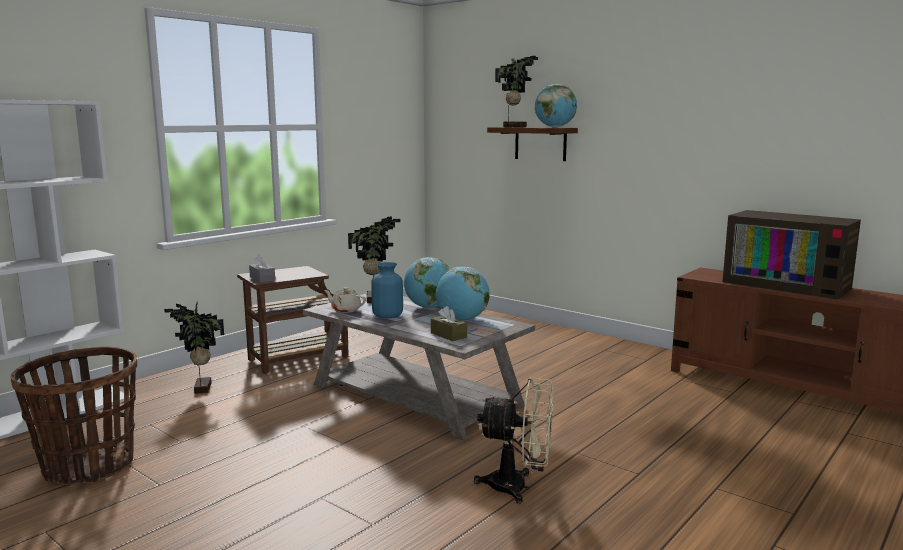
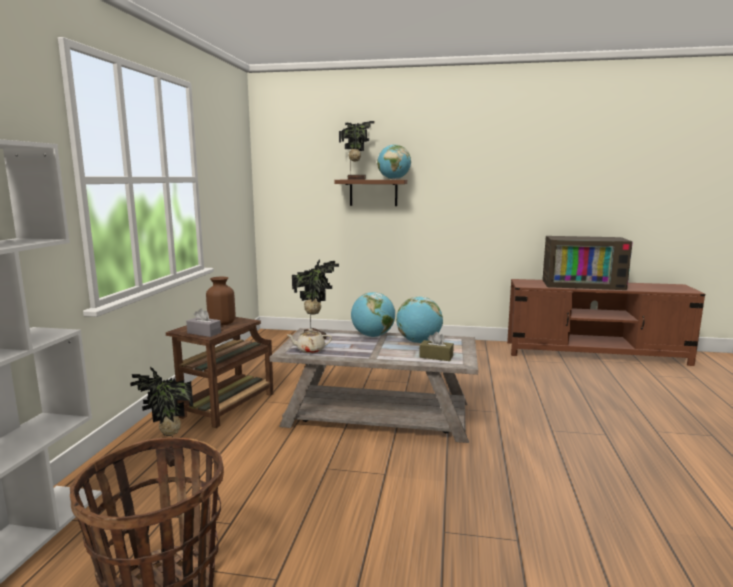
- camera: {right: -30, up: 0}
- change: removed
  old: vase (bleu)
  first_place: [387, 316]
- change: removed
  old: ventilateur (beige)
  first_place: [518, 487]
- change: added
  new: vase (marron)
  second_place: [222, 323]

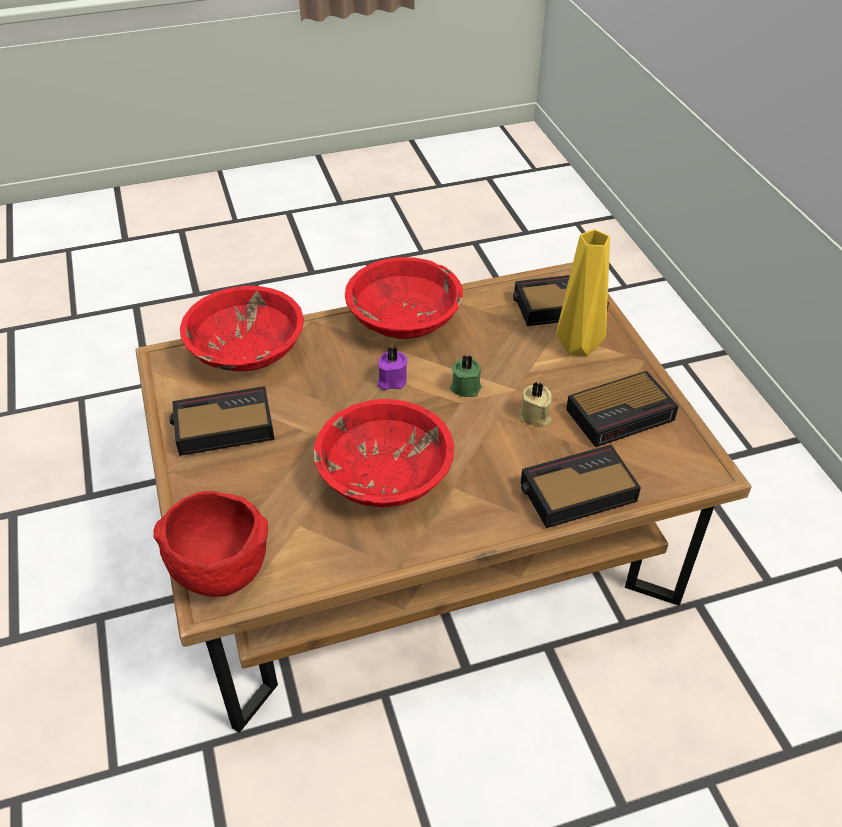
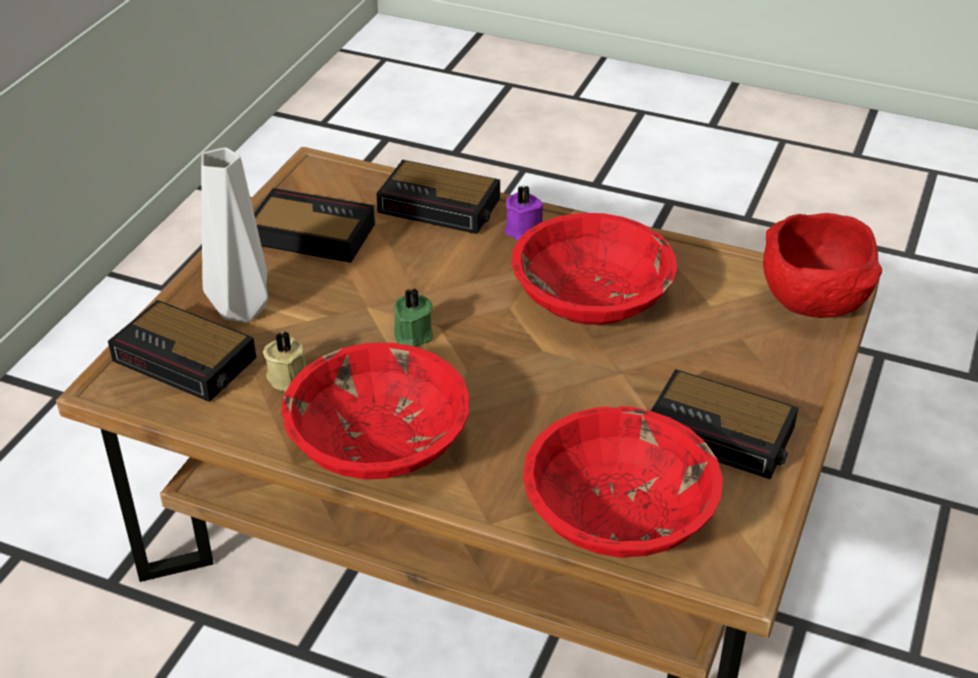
- camera: {right: -140, up: -5}
- change: moved
  old: bougie (violet)
  first_place: [391, 380]
  second_place: [525, 230]
- change: moved
  old: bougie (beige)
  first_place: [535, 416]
  second_place: [289, 377]
- change: recoloured
  old: vase (jaune)
  new: vase (gris)
  first_place: [579, 346]
  second_place: [239, 310]

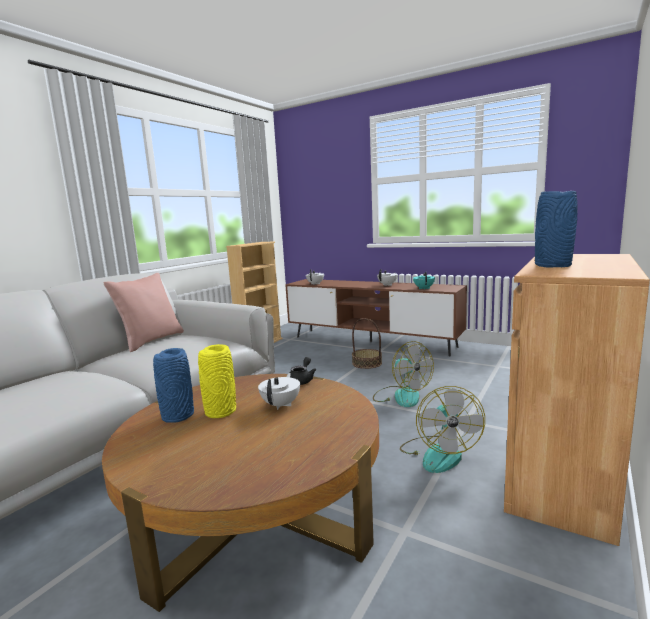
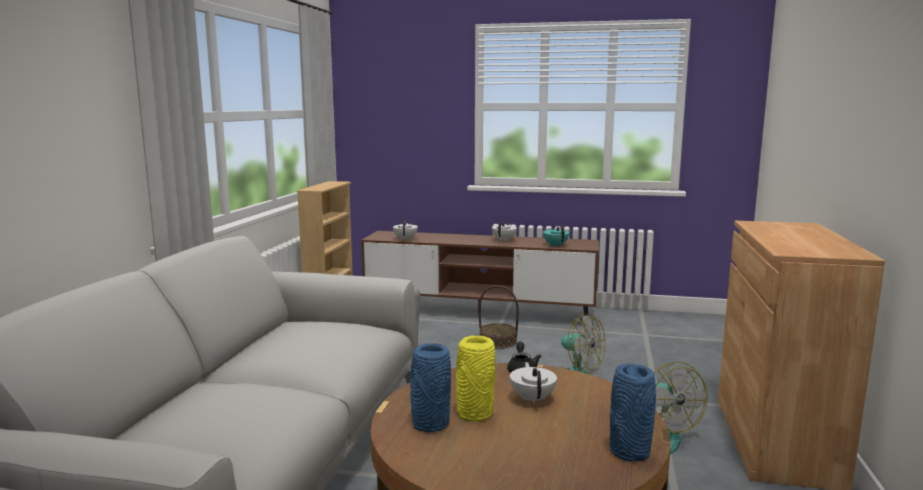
- camera: {right: -20, up: 0}
- change: removed
  old: coussin (rose)
  first_place: [151, 341]
- change: moved
  old: vase (bleu)
  first_place: [552, 265]
  second_place: [629, 452]

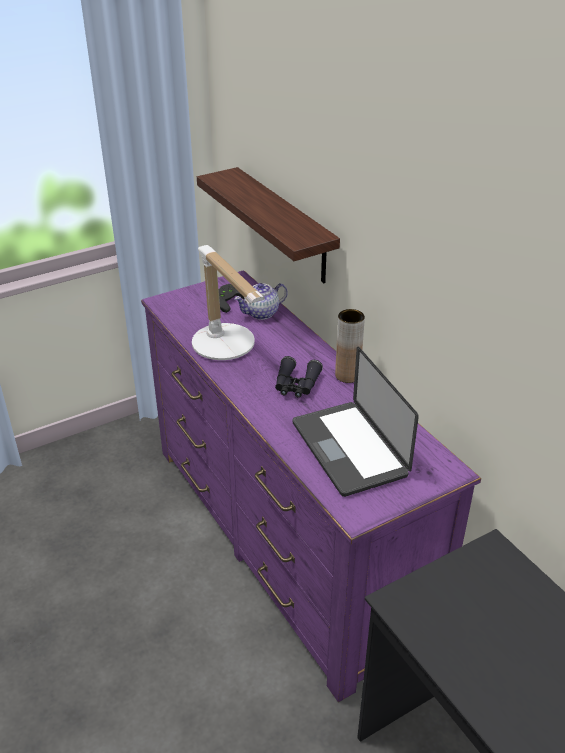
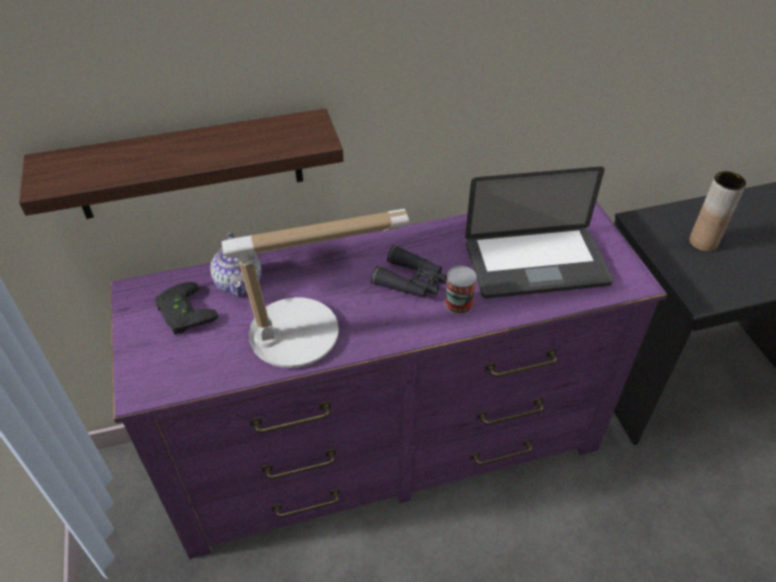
- camera: {right: -75, up: 10}
- change: added
  new: boîte métallique
  second_place: [458, 303]
- change: moved
  old: vase (marron)
  first_place: [347, 375]
  second_place: [703, 242]

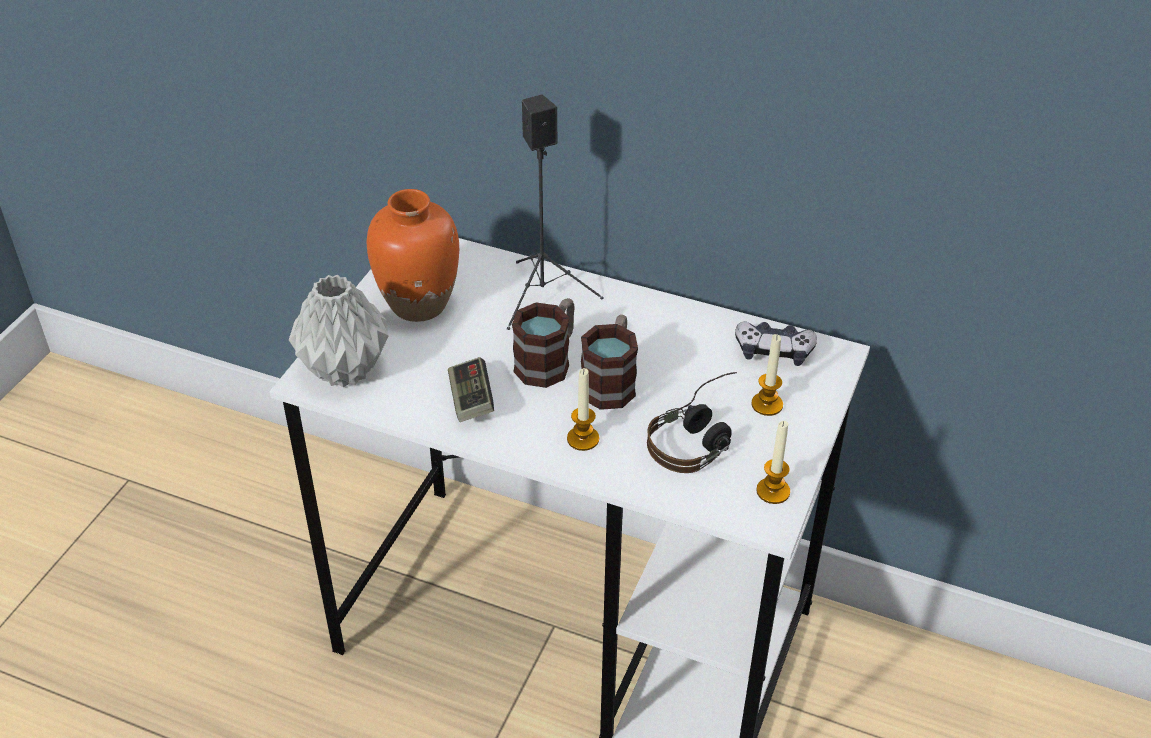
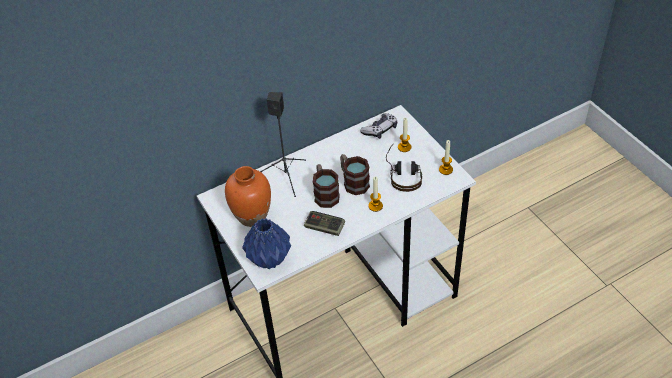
- camera: {right: -50, up: 5}
- change: recoloured
  old: vase (gris)
  new: vase (bleu)
  first_place: [346, 370]
  second_place: [269, 258]

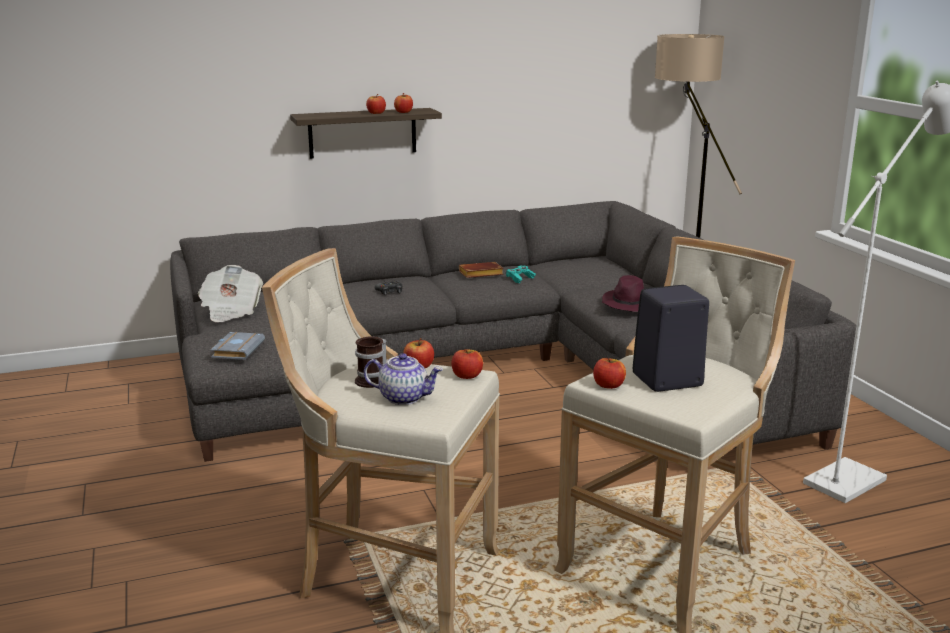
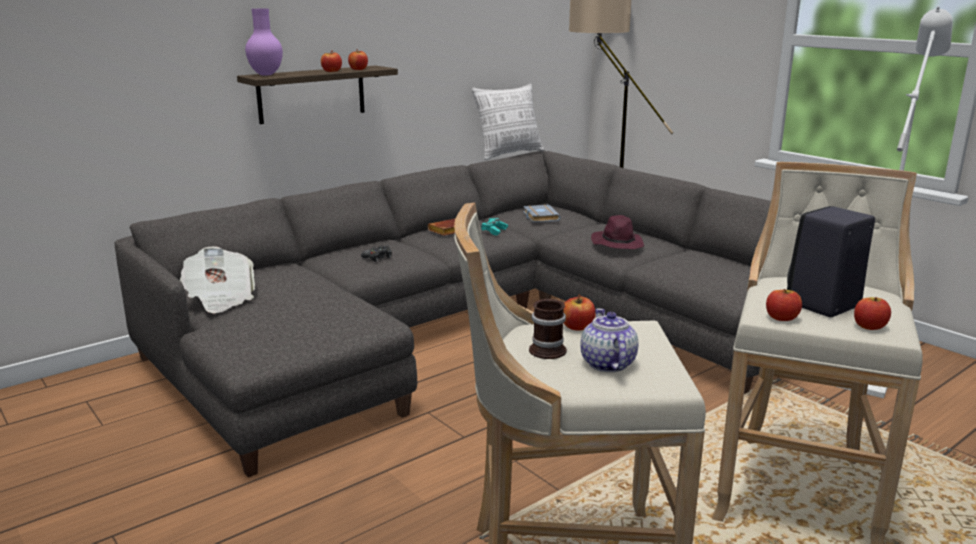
- camera: {right: -20, up: 0}
- change: added
  new: vase (violet)
  second_place: [266, 75]
- change: added
  new: coussin
  second_place: [509, 154]
- change: moved
  old: livre (gris)
  first_place: [237, 349]
  second_place: [539, 217]
- change: moved
  old: pomme
  first_place: [467, 376]
  second_place: [869, 326]
- change: turned
  old: théière
  first_place: [404, 397]
  second_place: [607, 363]
  degrees: -90

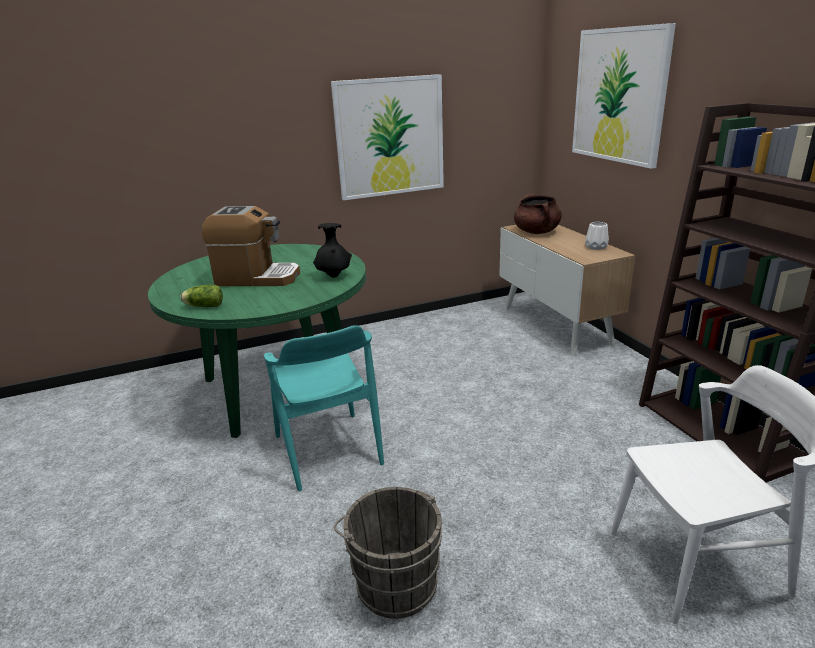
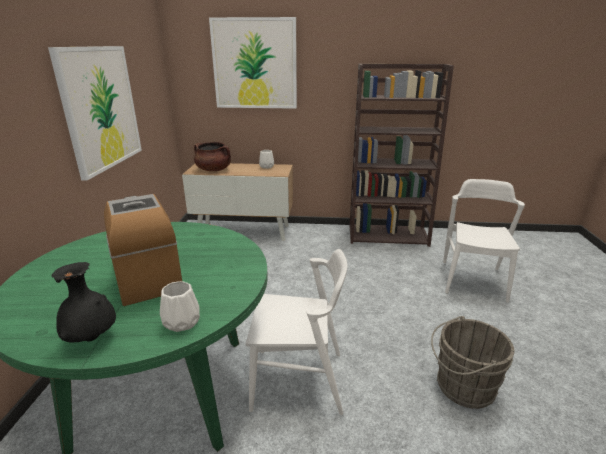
- camera: {right: -65, up: 0}
- change: moved
  old: vase (noir)
  first_place: [334, 276]
  second_place: [92, 338]
- change: replaced
  old: laitue
  new: vase (blanc)
  first_place: [203, 306]
  second_place: [183, 322]
- change: recoloured
  old: chaise (turquoise)
  new: chaise (blanc)
  first_place: [327, 450]
  second_place: [298, 380]
- change: turned
  old: machine à café
  first_place: [257, 278]
  second_place: [146, 276]
  degrees: -60

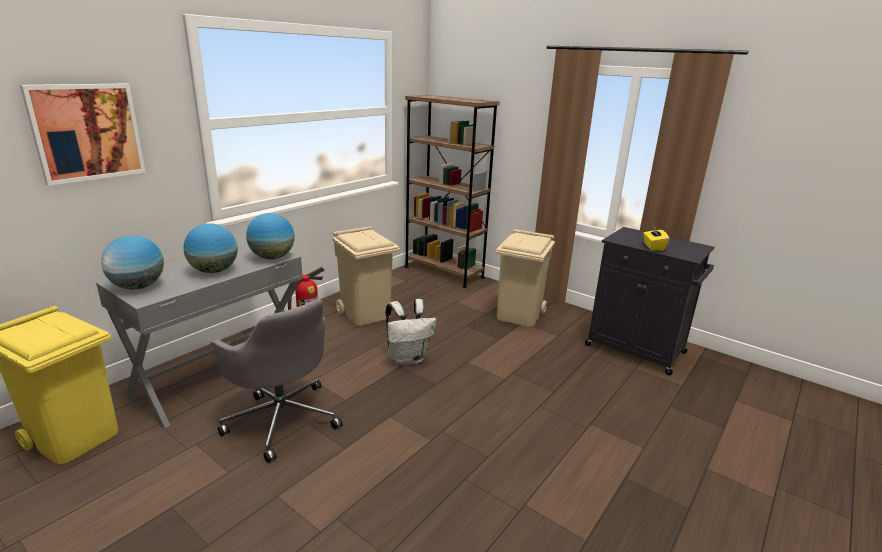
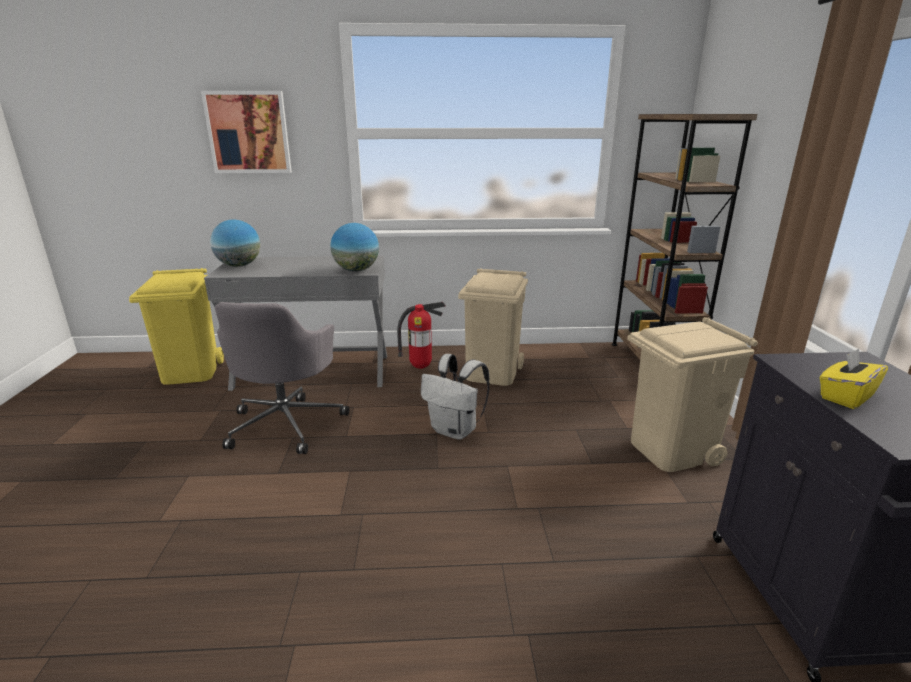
- camera: {right: 50, up: 0}
- change: removed
  old: globe
  first_place: [214, 271]

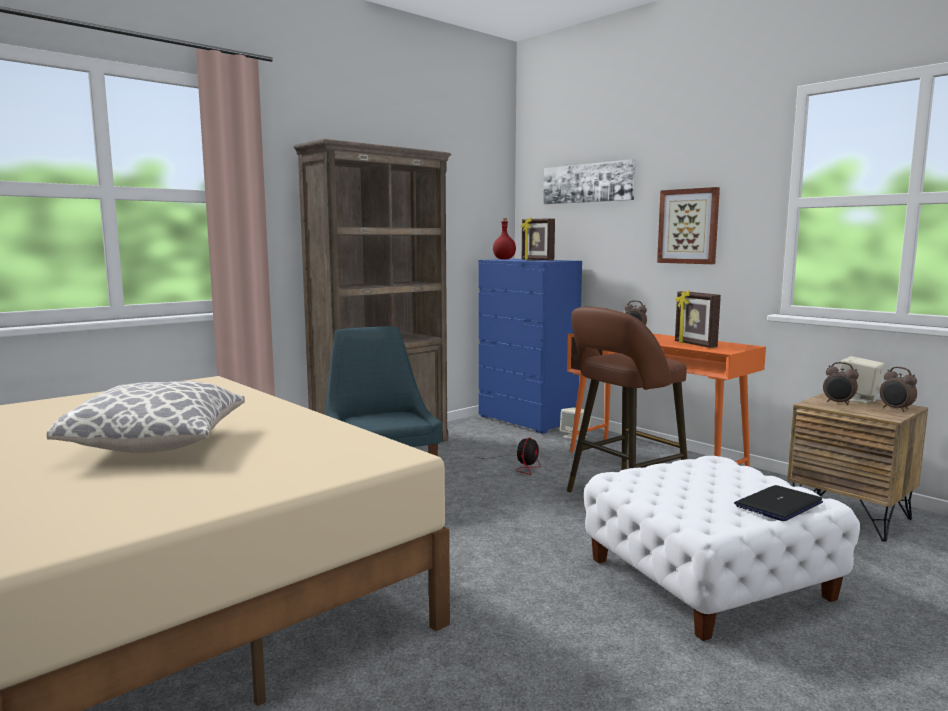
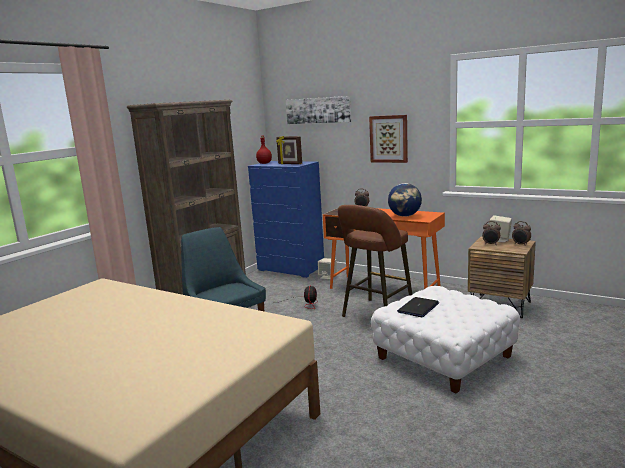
- camera: {right: -15, up: 5}
- change: removed
  old: coussin
  first_place: [158, 445]
- change: moved
  old: ordinateur portable
  first_place: [778, 505]
  second_place: [418, 308]
- change: replaced
  old: cadre photo
  new: globe
  first_place: [694, 345]
  second_place: [405, 216]

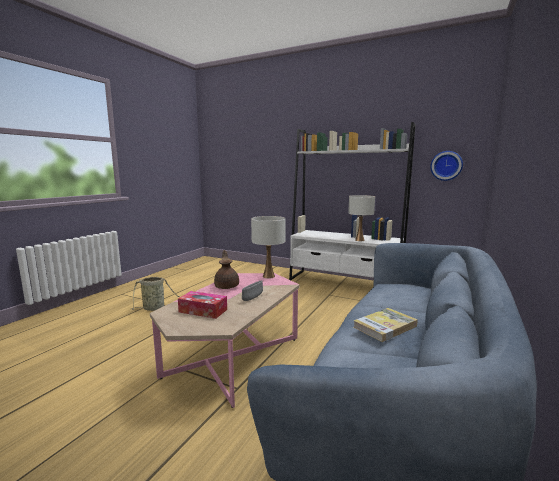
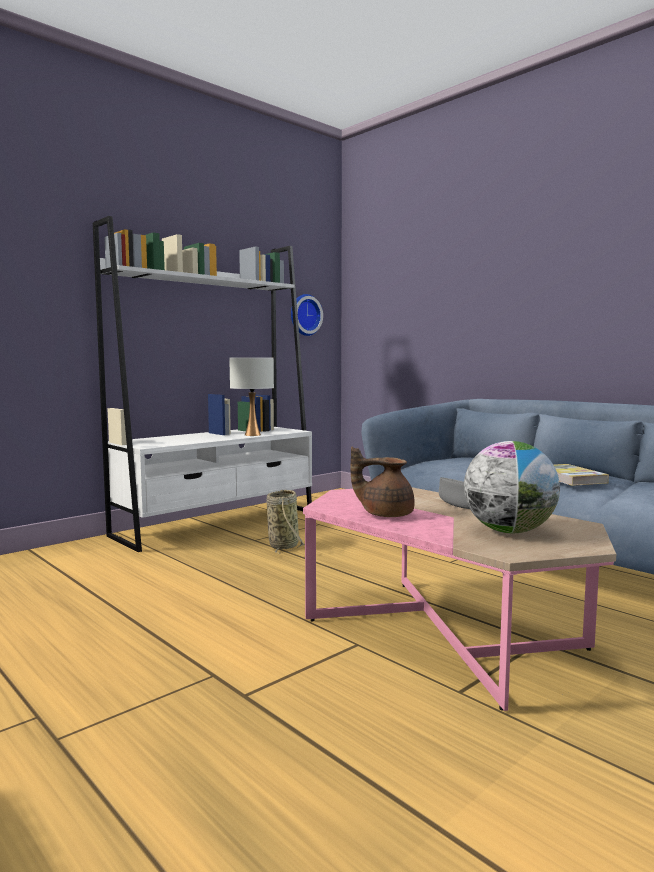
- camera: {right: -70, up: -5}
- change: removed
  old: lampe de table (blanc)
  first_place: [268, 276]
- change: moved
  old: panier
  first_place: [155, 308]
  second_place: [284, 545]
- change: replaced
  old: boîte à mouchoirs
  new: globe
  first_place: [203, 311]
  second_place: [509, 531]

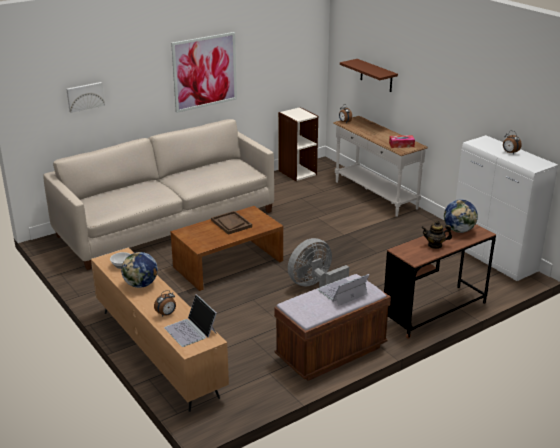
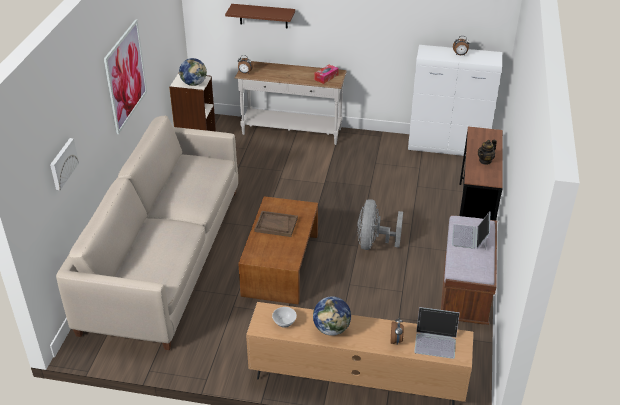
- camera: {right: -45, up: 10}
- change: moved
  old: globe
  first_place: [459, 230]
  second_place: [194, 83]

